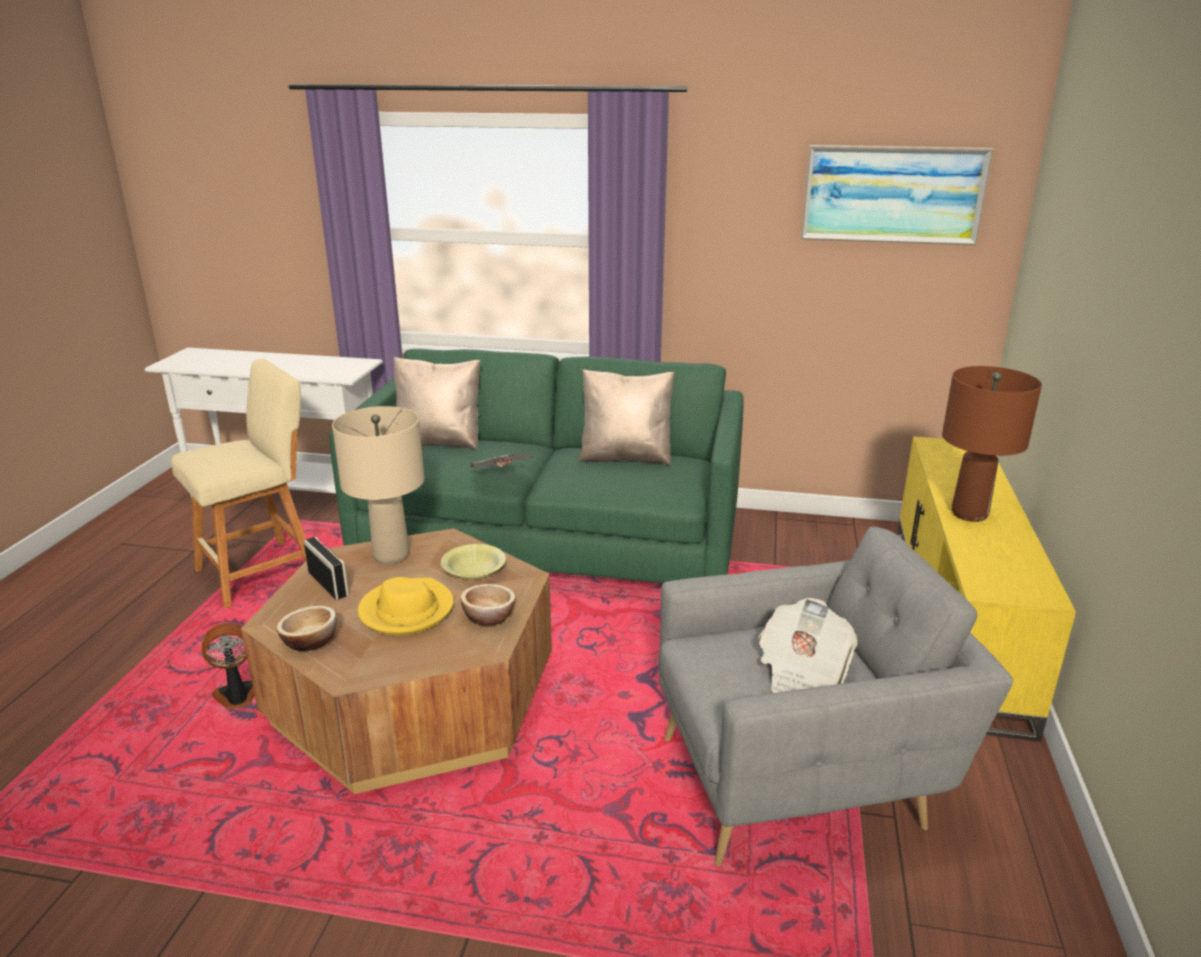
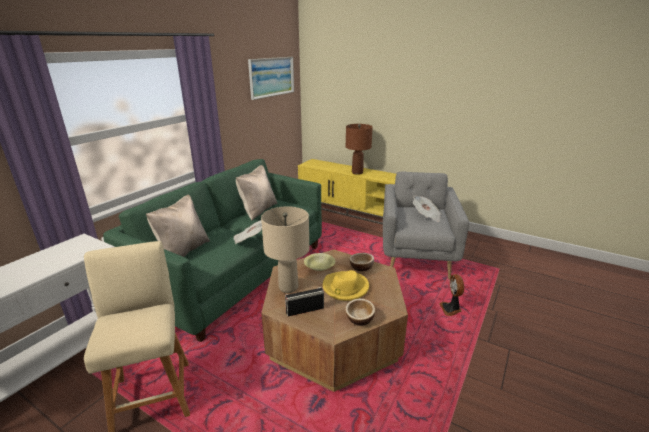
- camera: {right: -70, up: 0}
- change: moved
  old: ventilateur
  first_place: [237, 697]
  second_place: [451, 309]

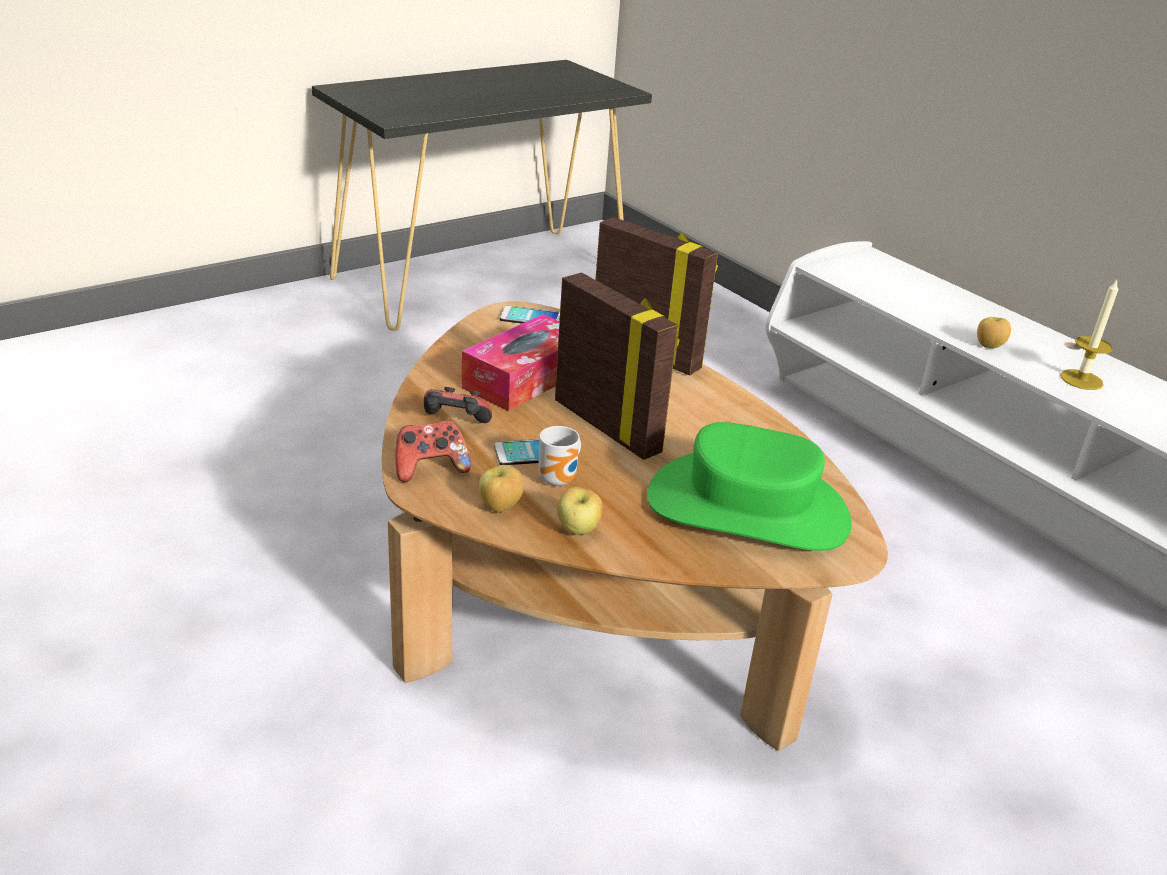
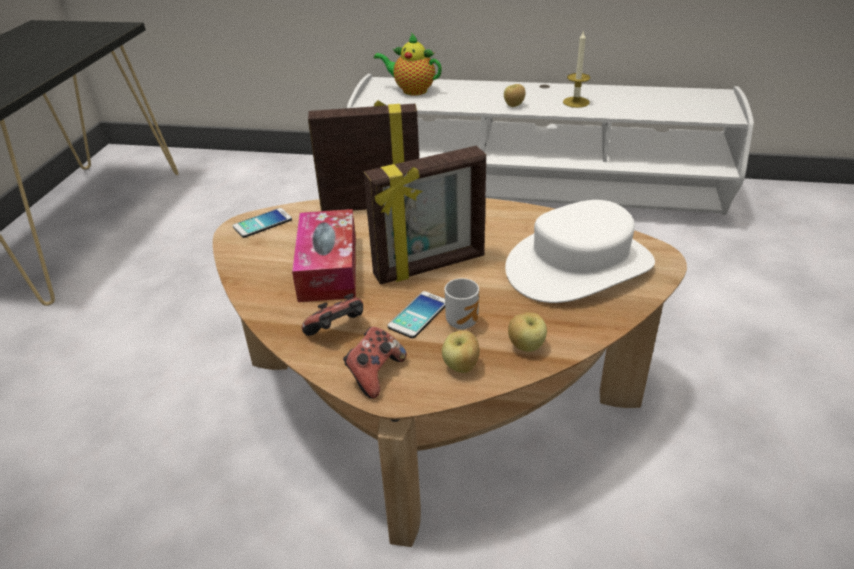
- camera: {right: -40, up: 5}
- change: added
  new: théière
  second_place: [412, 90]
- change: recoloured
  old: chapeau (vert)
  new: chapeau (blanc)
  first_place: [748, 507]
  second_place: [579, 266]
- change: turned
  old: cadre photo
  first_place: [608, 426]
  second_place: [430, 267]
  degrees: 150

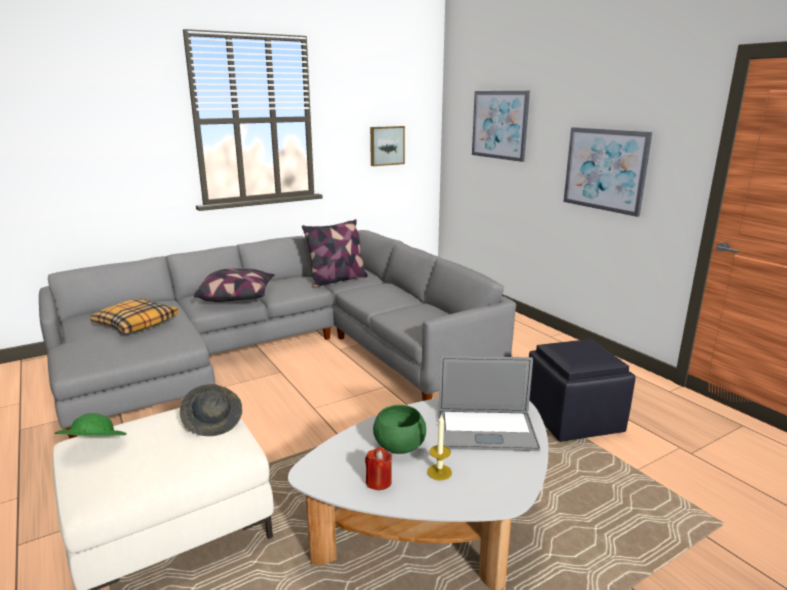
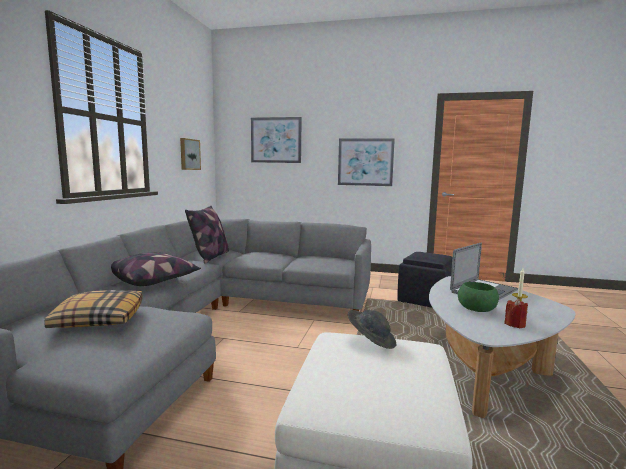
- camera: {right: -45, up: -10}
- change: removed
  old: chapeau (vert)
  first_place: [93, 446]

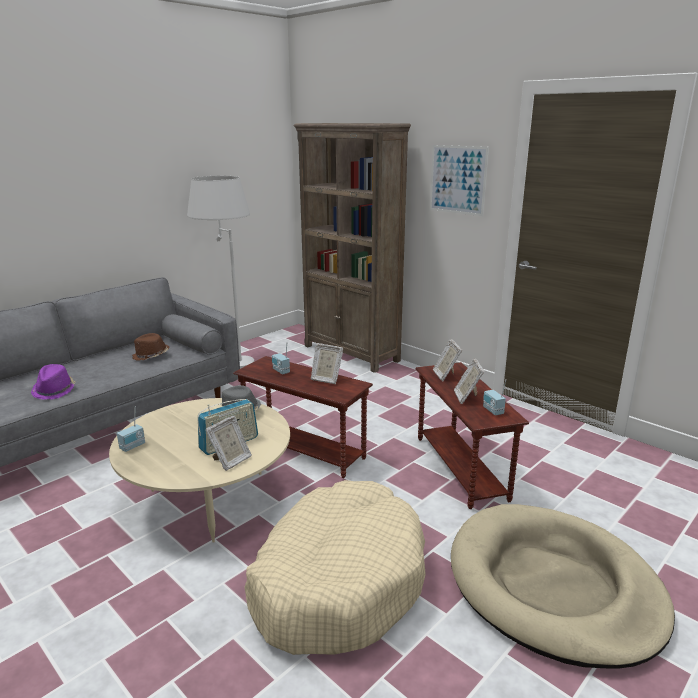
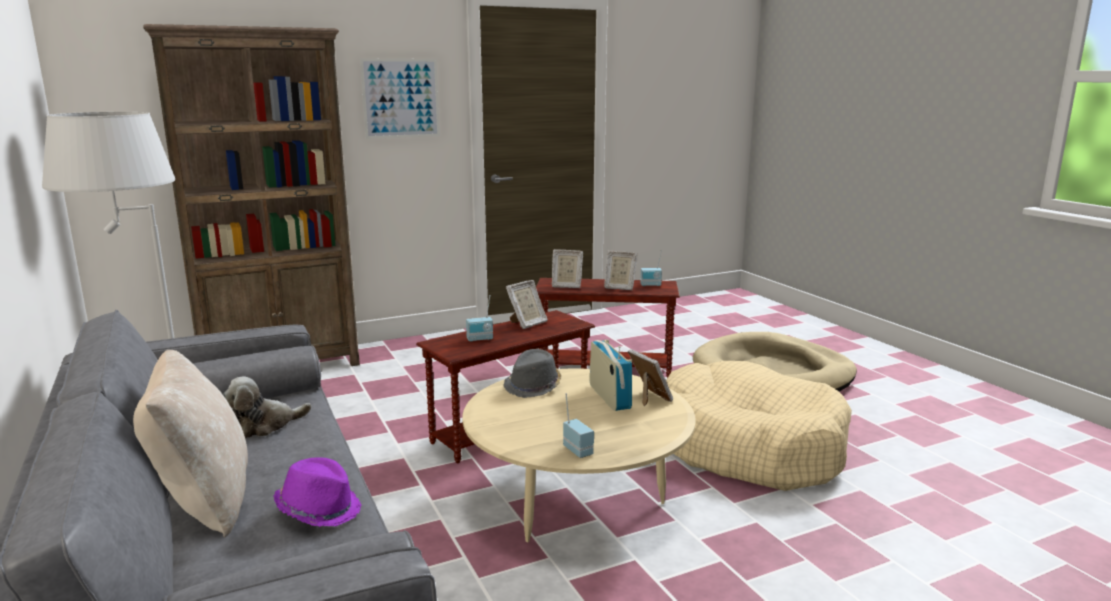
- camera: {right: -70, up: -5}
- change: added
  new: coussin (beige)
  second_place: [203, 500]
- change: replaced
  old: chapeau (marron)
  new: peluche
  first_place: [151, 356]
  second_place: [264, 425]

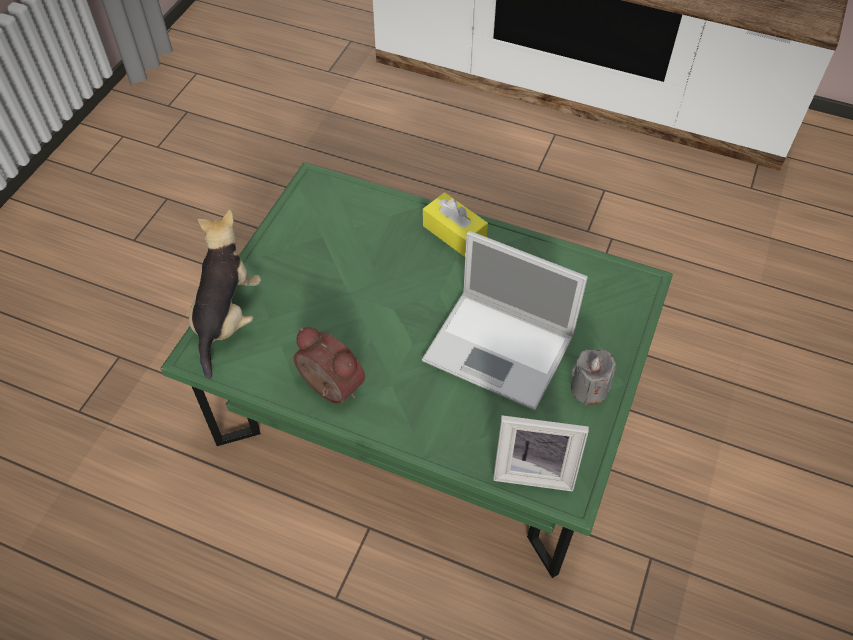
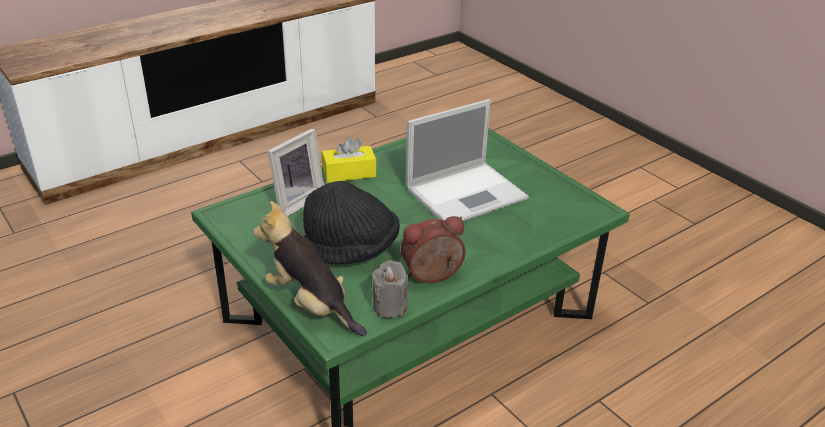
- camera: {right: -60, up: -20}
- change: added
  new: chapeau (noir)
  second_place: [351, 250]
- change: moved
  old: cadre photo
  first_place: [534, 469]
  second_place: [295, 201]
- change: moved
  old: bougie (gris)
  first_place: [589, 388]
  second_place: [389, 306]

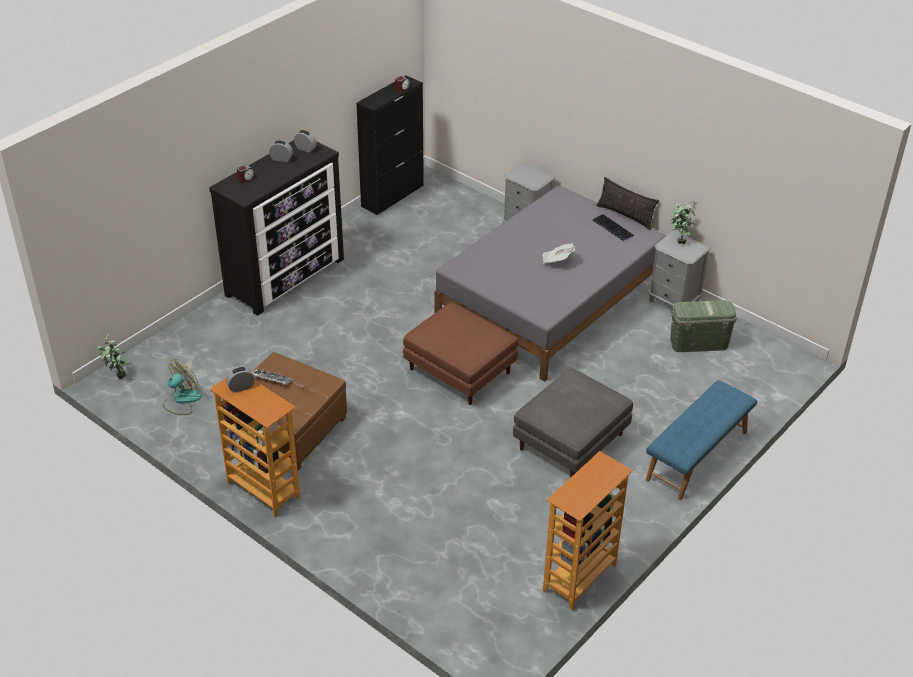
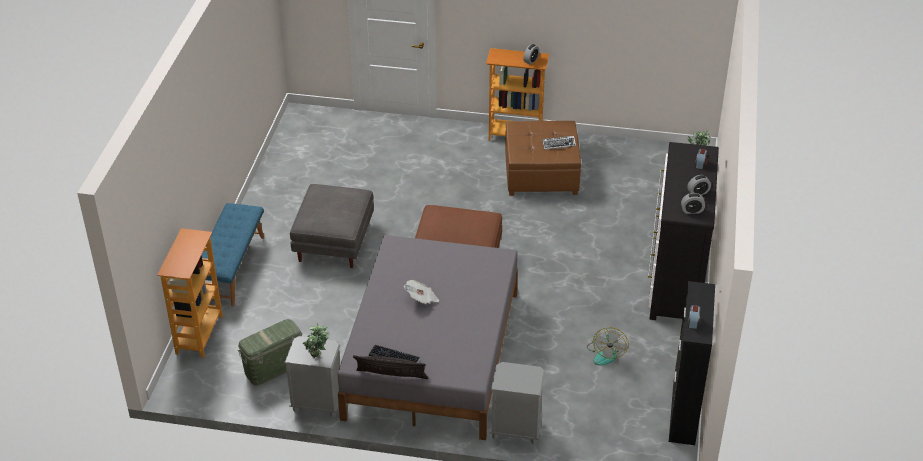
- camera: {right: 150, up: 0}
- change: moved
  old: ventilateur
  first_place: [181, 400]
  second_place: [606, 353]
- change: moved
  old: bibliothèque
  first_place: [580, 578]
  second_place: [198, 335]

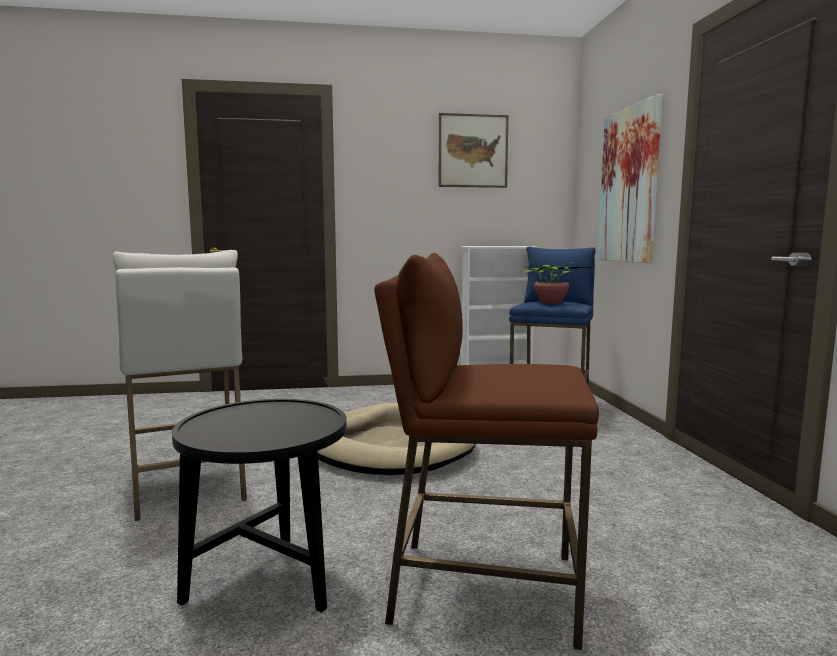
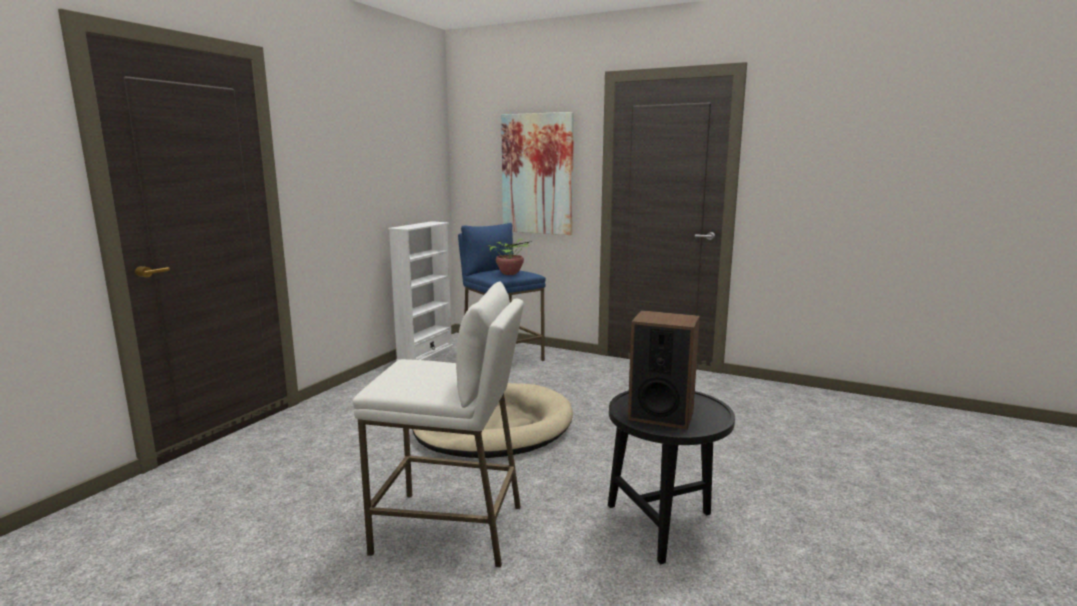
- camera: {right: -55, up: 5}
- change: removed
  old: tabouret (marron)
  first_place: [483, 589]
- change: removed
  old: tableau
  first_place: [473, 151]
- change: added
  new: enceinte
  second_place: [660, 415]

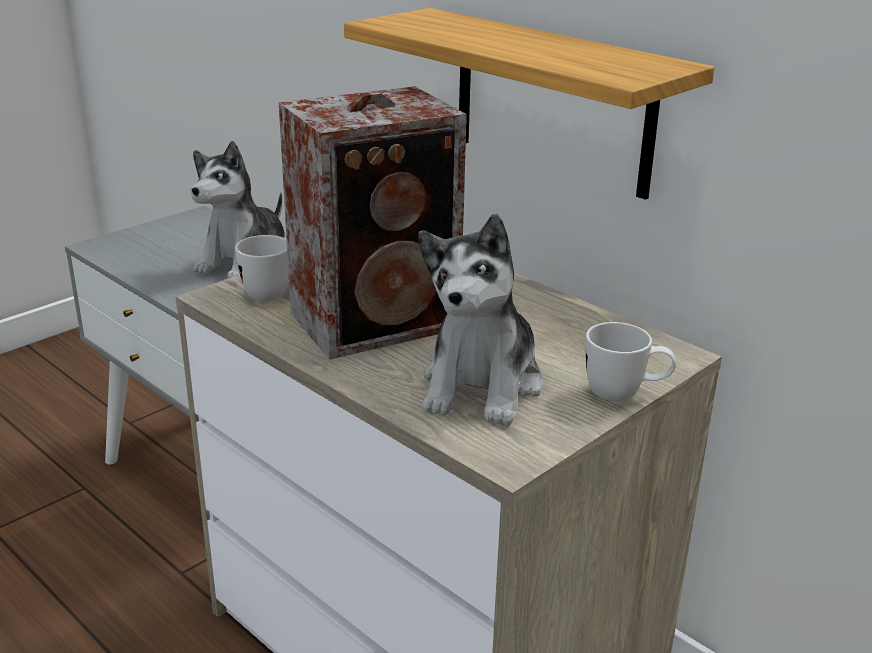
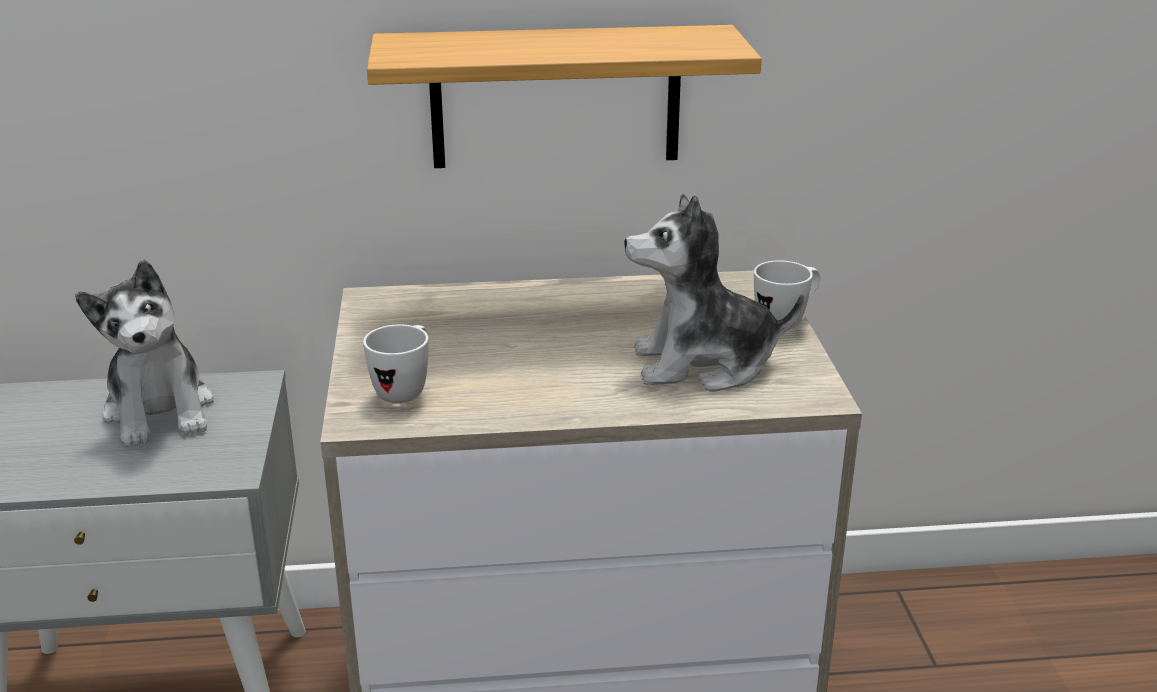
- camera: {right: -50, up: 0}
- change: removed
  old: enceinte
  first_place: [380, 321]
- change: turned
  old: peluche
  first_place: [482, 385]
  second_place: [703, 364]
  degrees: 120

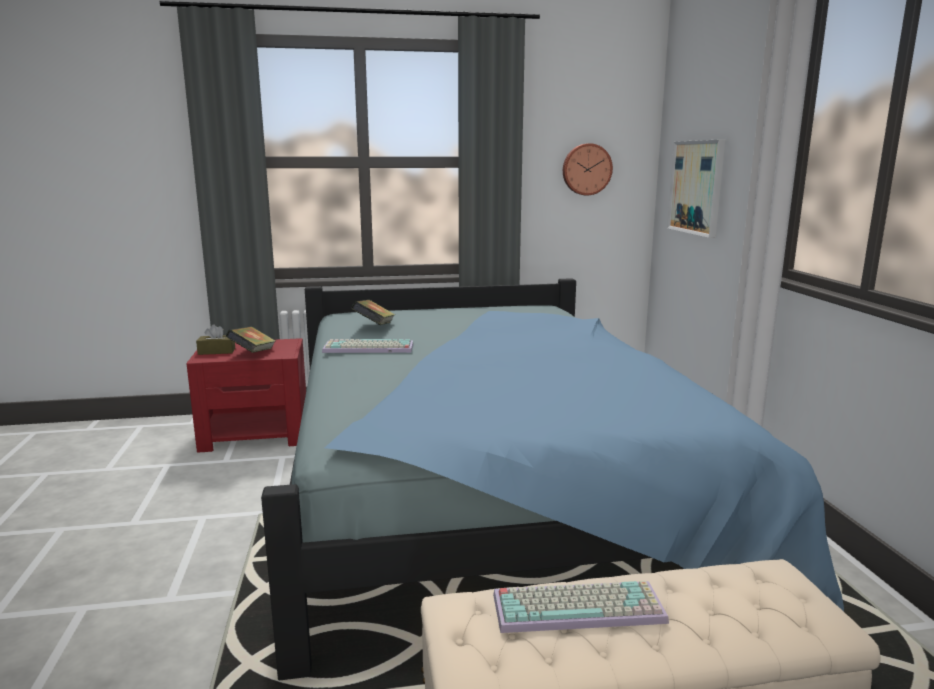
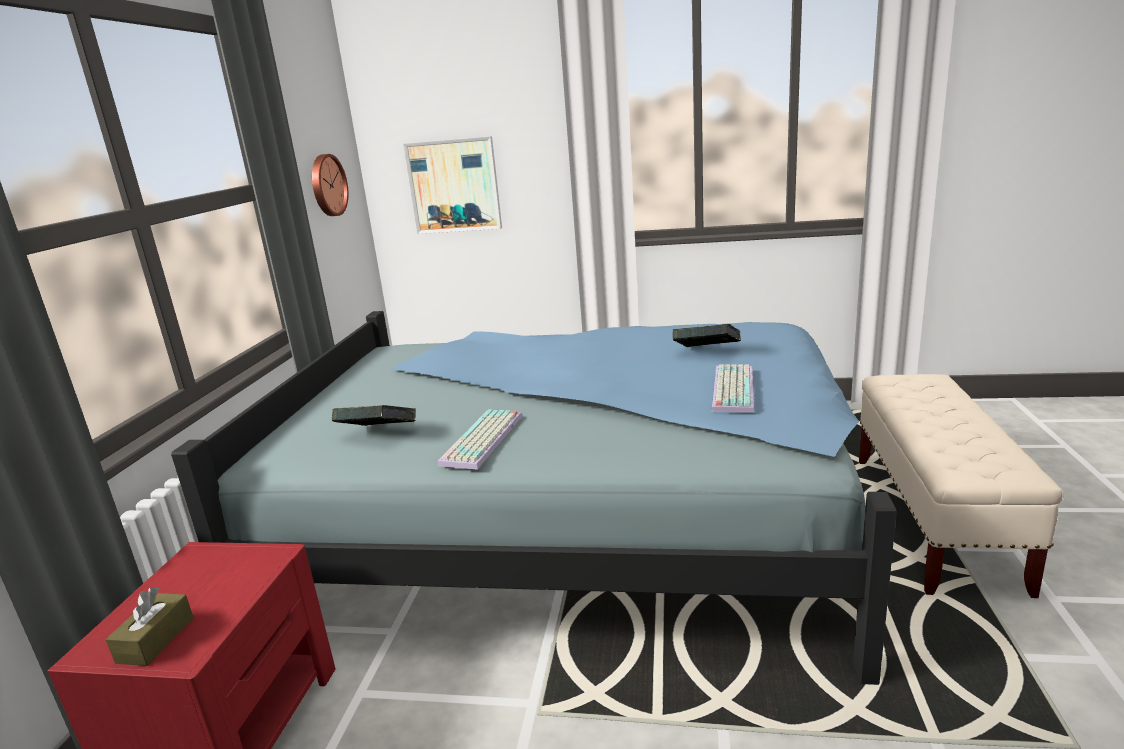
- camera: {right: -70, up: 5}
- change: moved
  old: livre
  first_place: [253, 353]
  second_place: [706, 353]
- change: moved
  old: clavier
  first_place: [579, 606]
  second_place: [731, 389]

